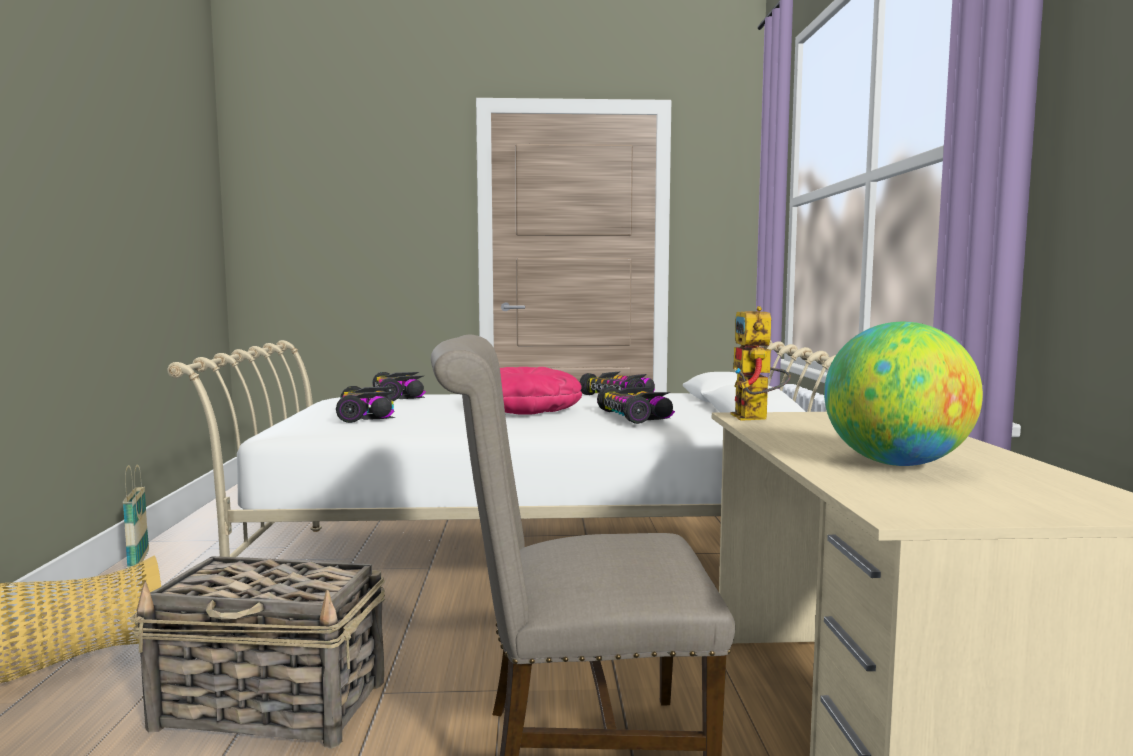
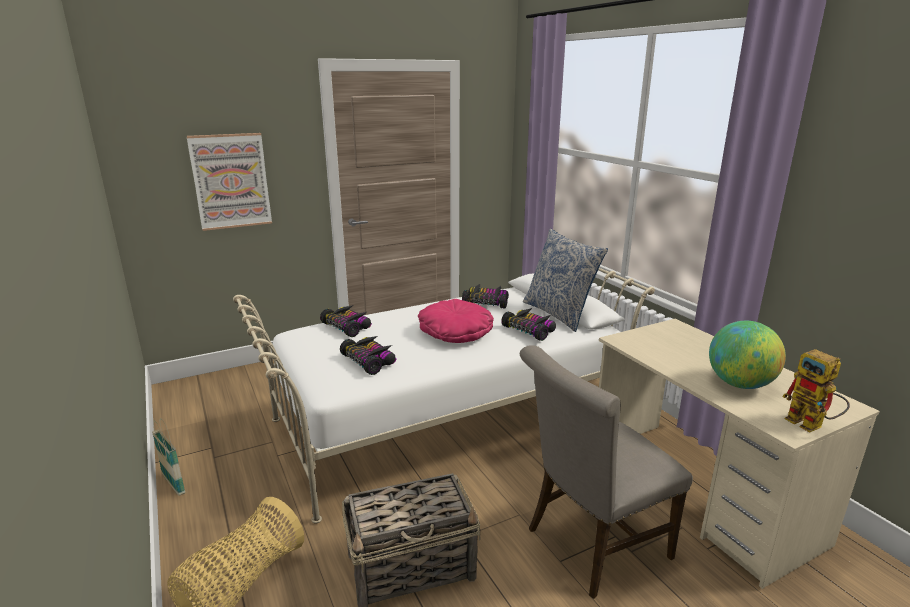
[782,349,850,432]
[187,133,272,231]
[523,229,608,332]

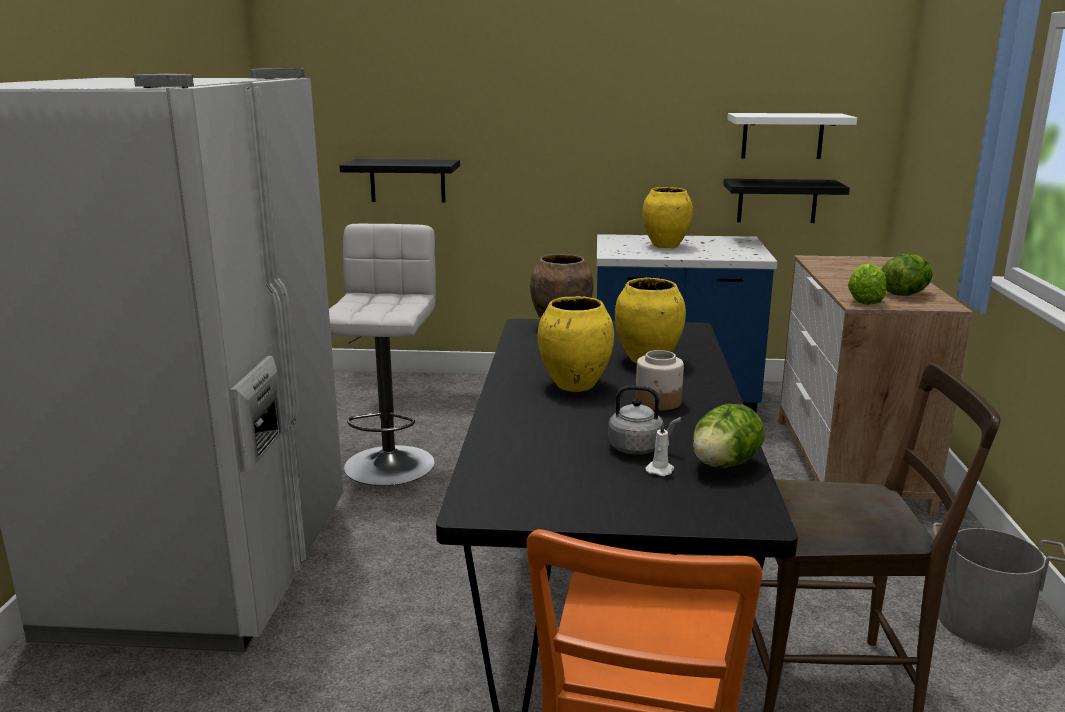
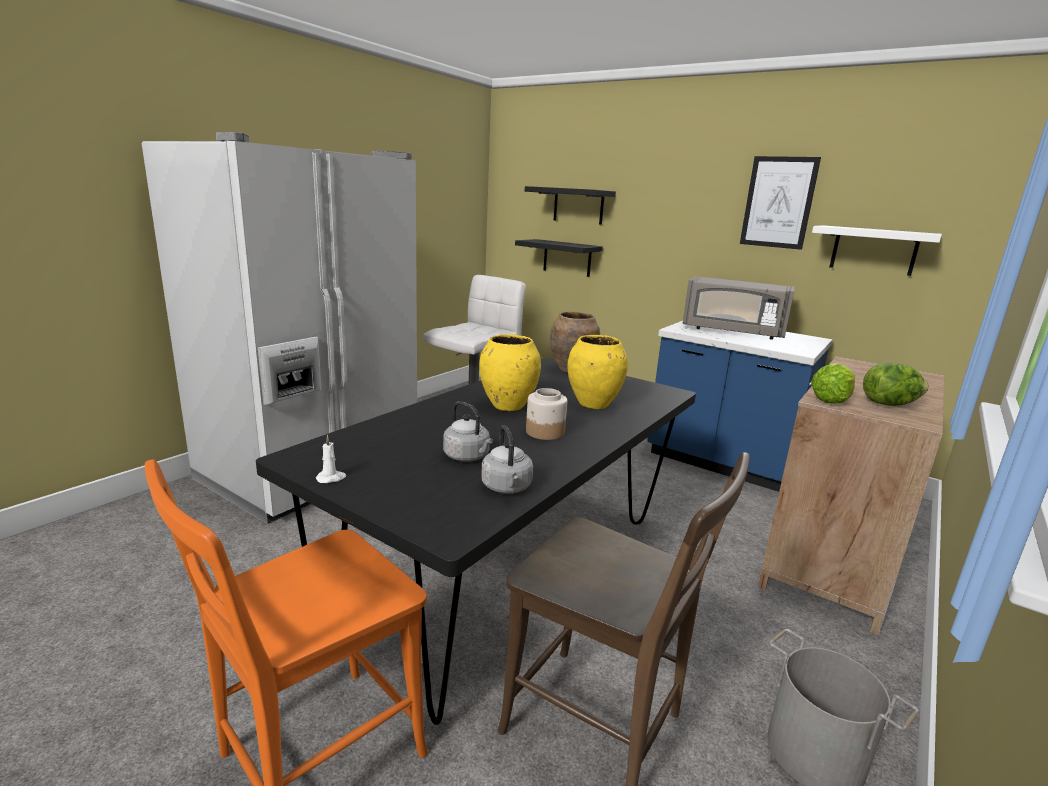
[683,276,795,340]
[316,435,346,483]
[481,425,533,494]
[525,186,616,225]
[740,156,821,250]

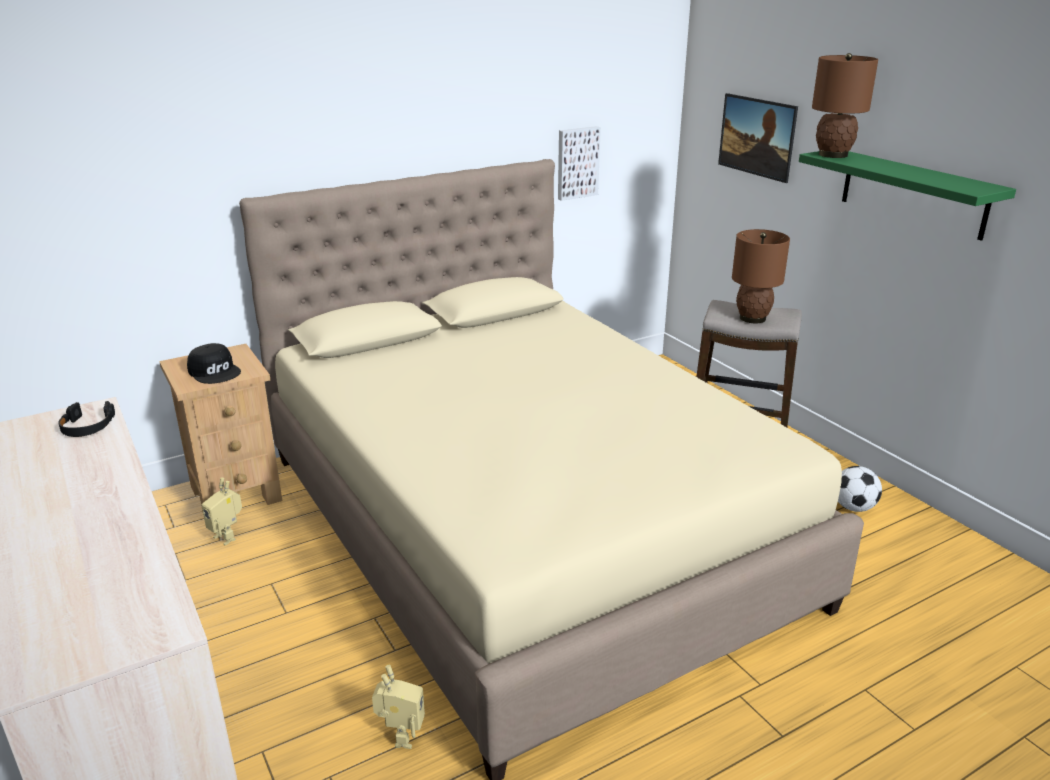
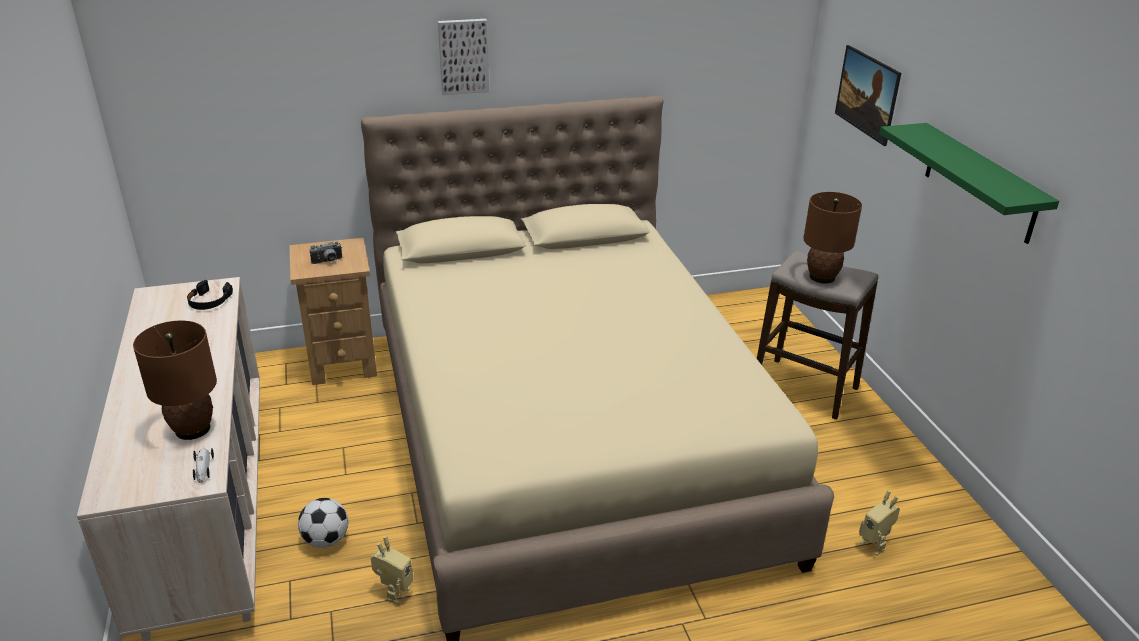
[310,241,342,264]
[859,490,900,556]
[438,19,489,95]
[133,321,217,440]
[298,498,348,548]
[193,448,214,483]

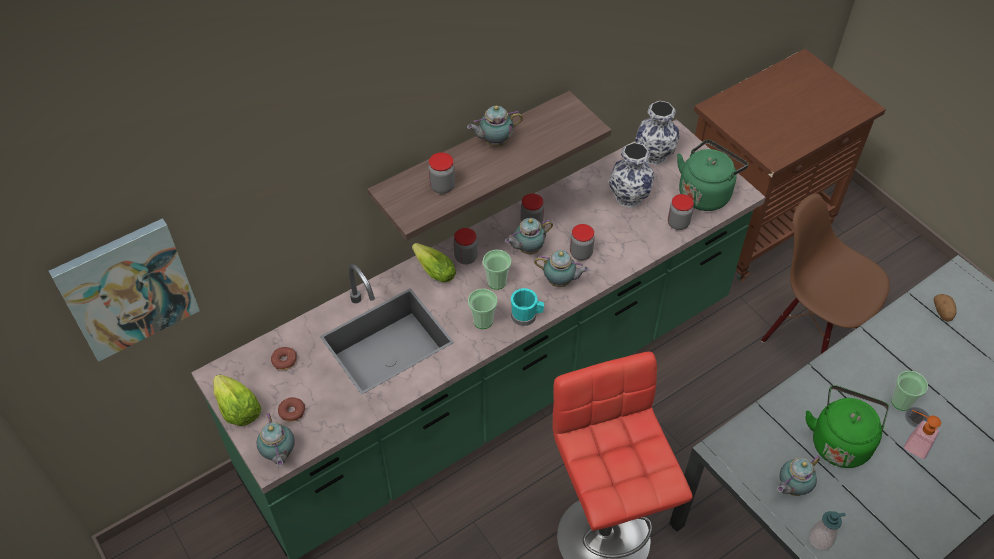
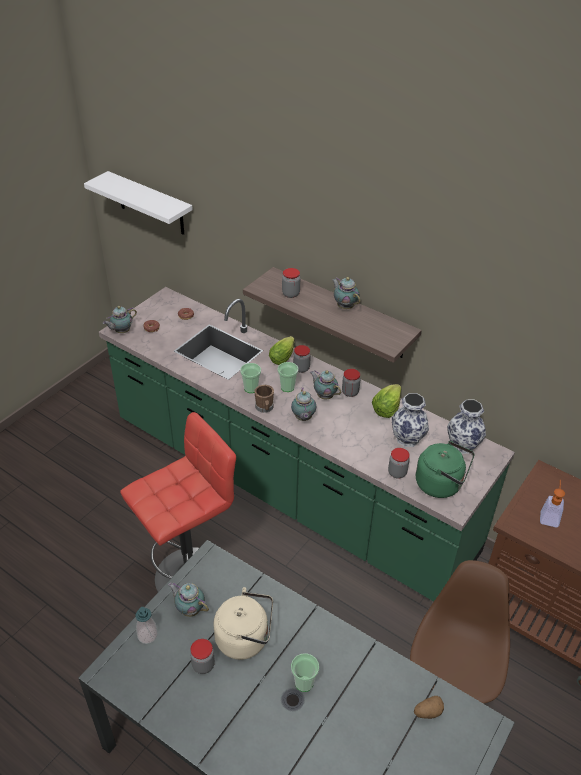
[84,171,193,235]
[372,384,402,418]
[255,385,274,413]
[190,639,215,674]
[213,587,273,660]
[540,480,565,527]

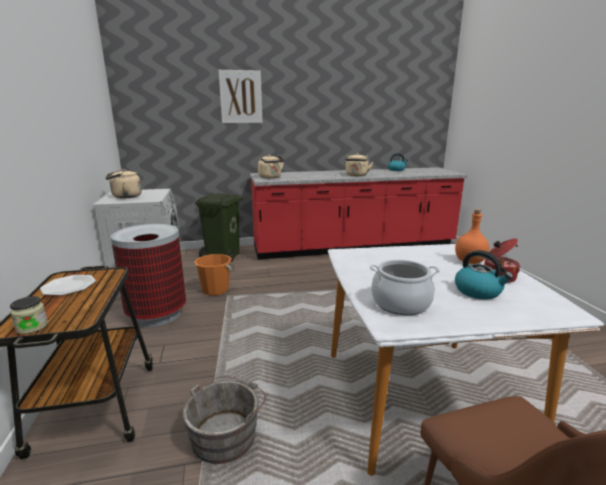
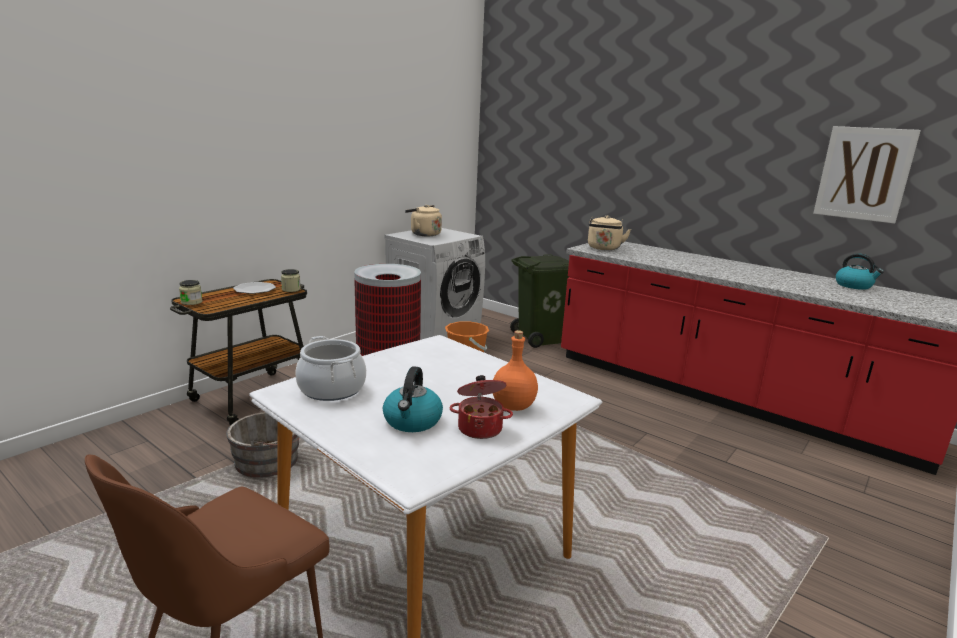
[813,126,921,224]
[345,153,373,176] (first image)
[281,269,301,292]

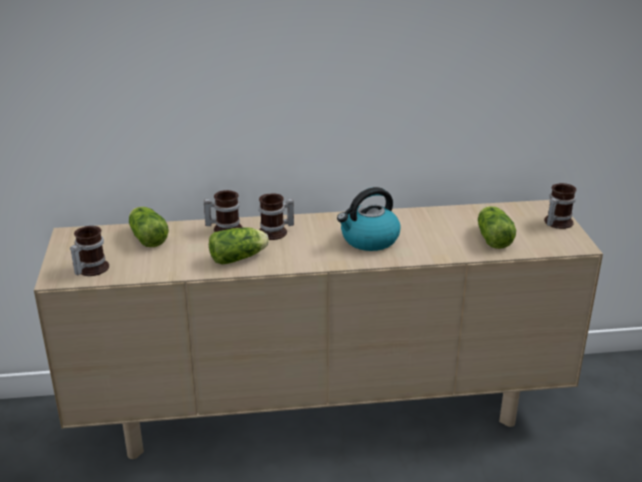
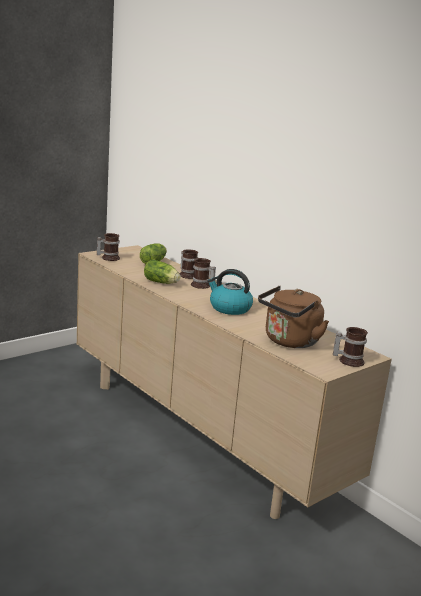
[258,286,329,348]

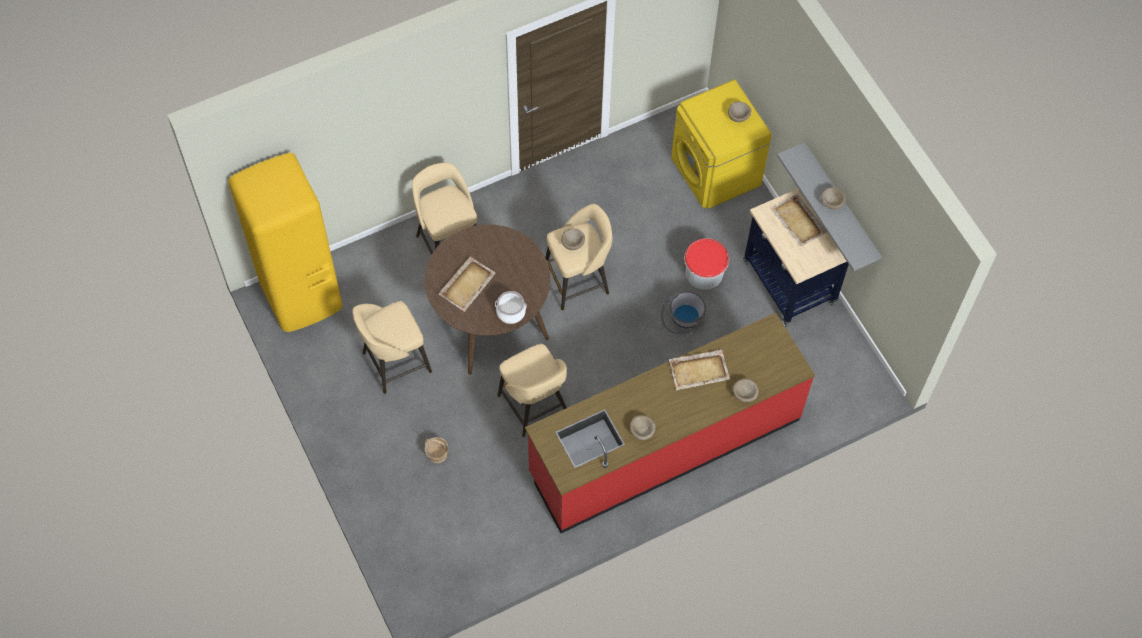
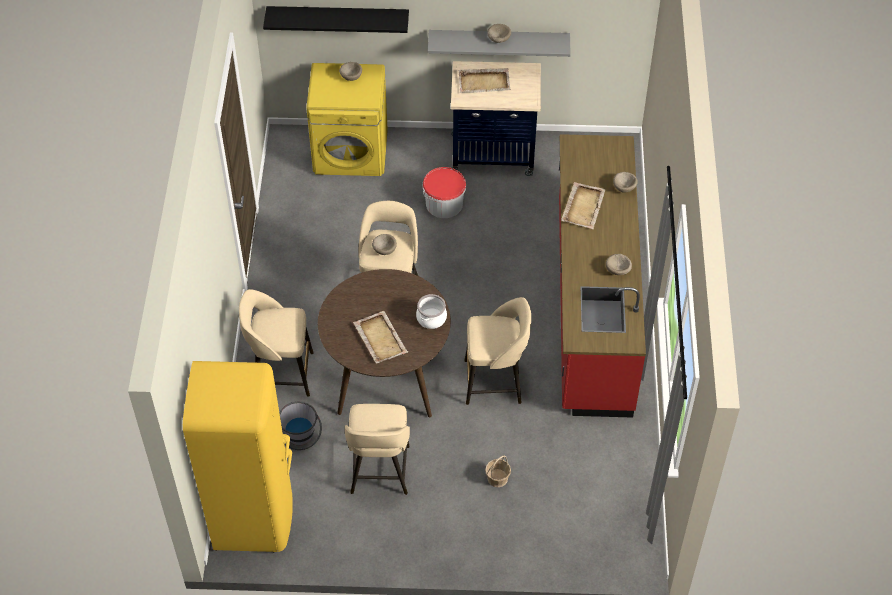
[279,401,322,450]
[263,6,409,33]

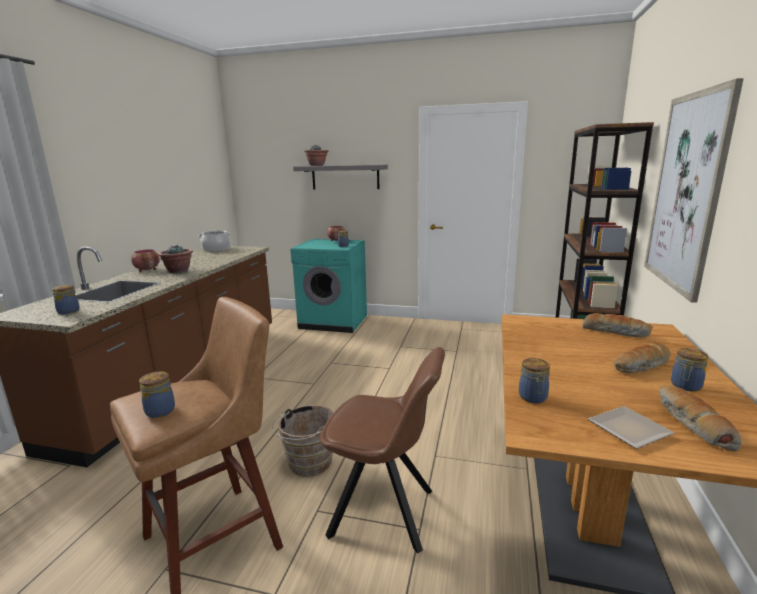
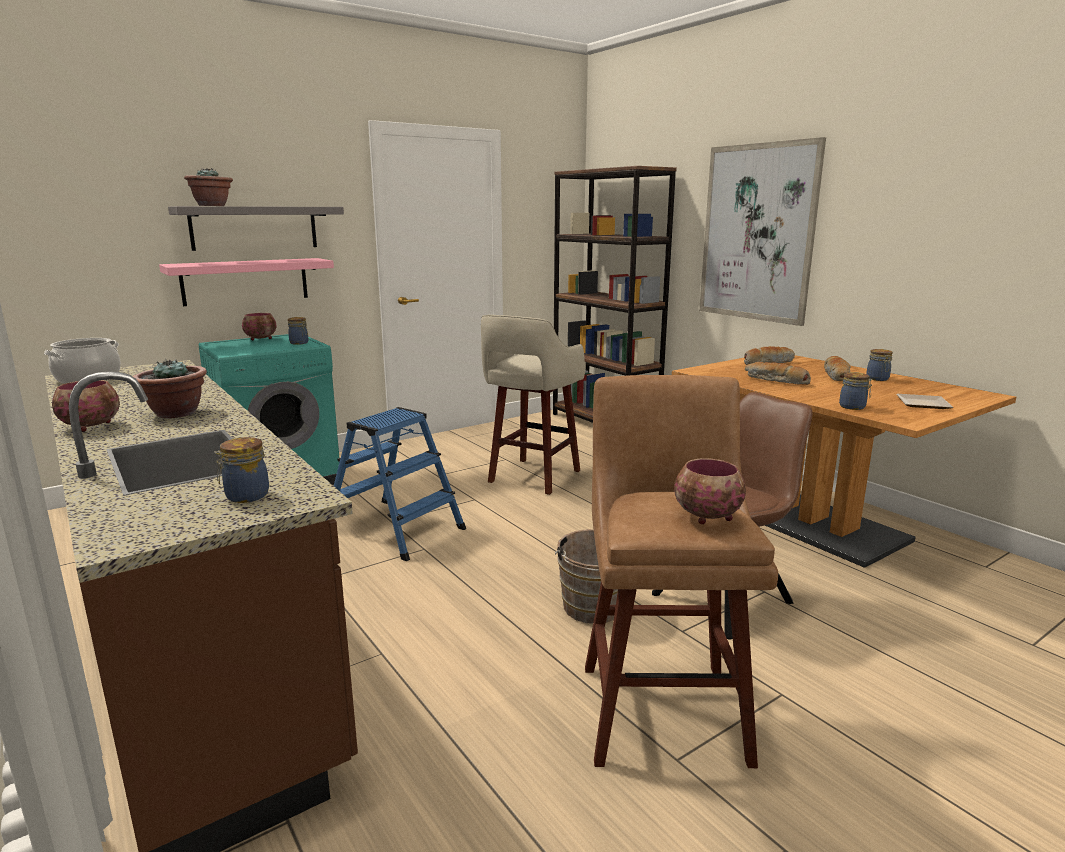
[674,458,746,524]
[745,362,811,385]
[159,258,334,306]
[334,407,466,561]
[481,315,586,495]

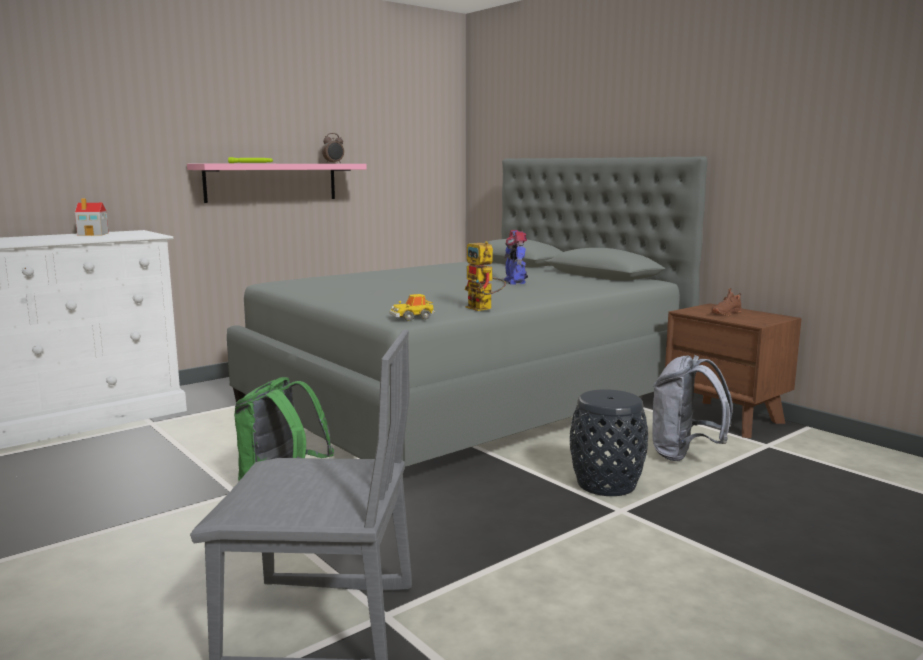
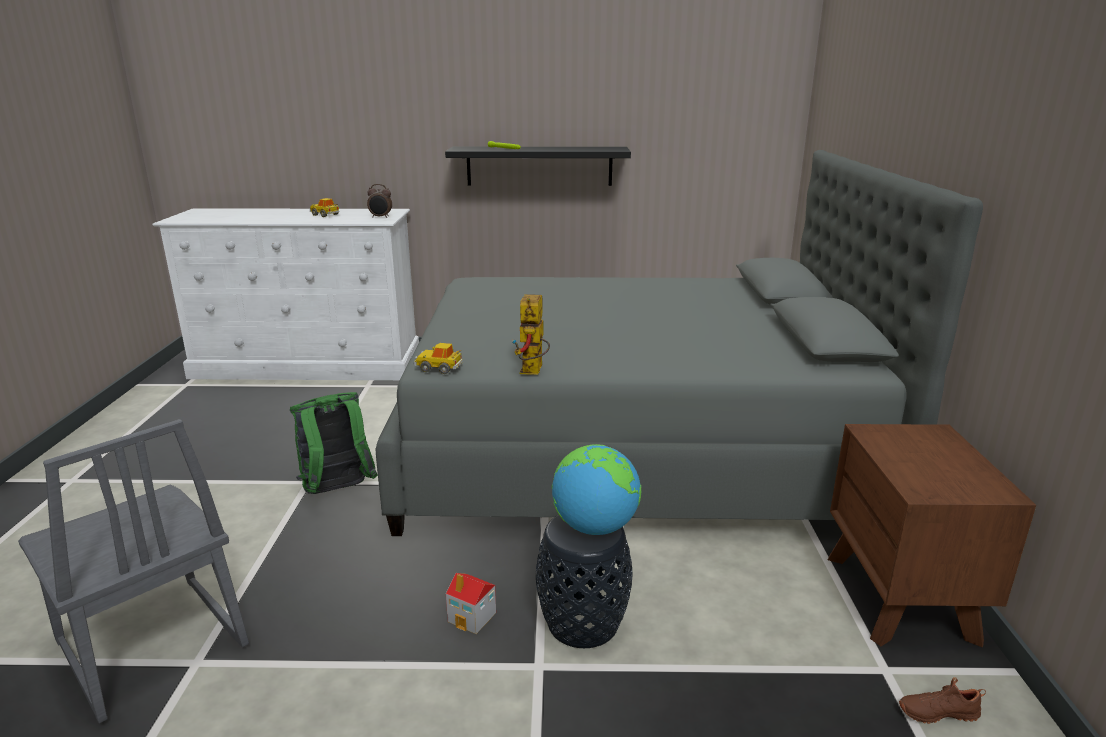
[446,573,496,634]
[445,147,631,186]
[367,184,392,218]
[504,230,528,285] (first image)
[652,355,733,461] (first image)
[899,677,986,724]
[310,198,339,217]
[552,444,641,535]

